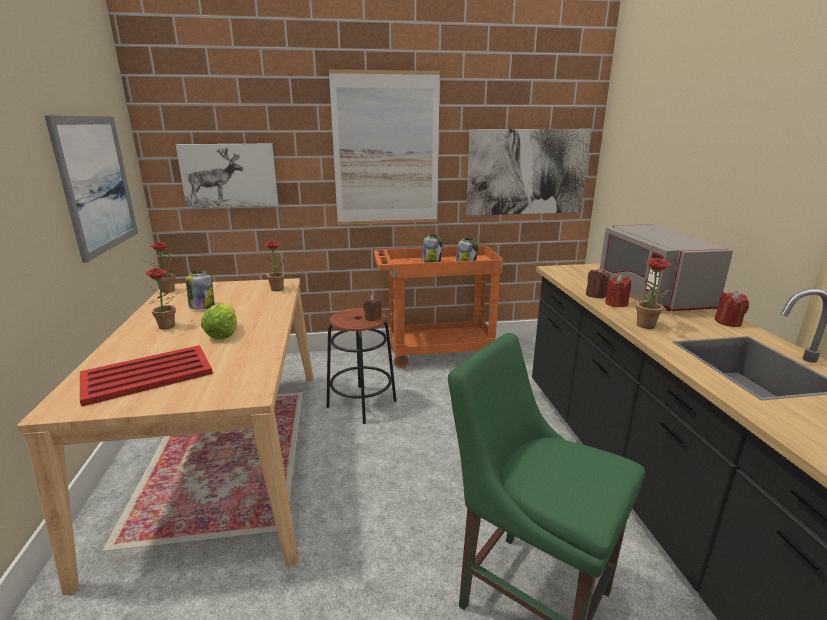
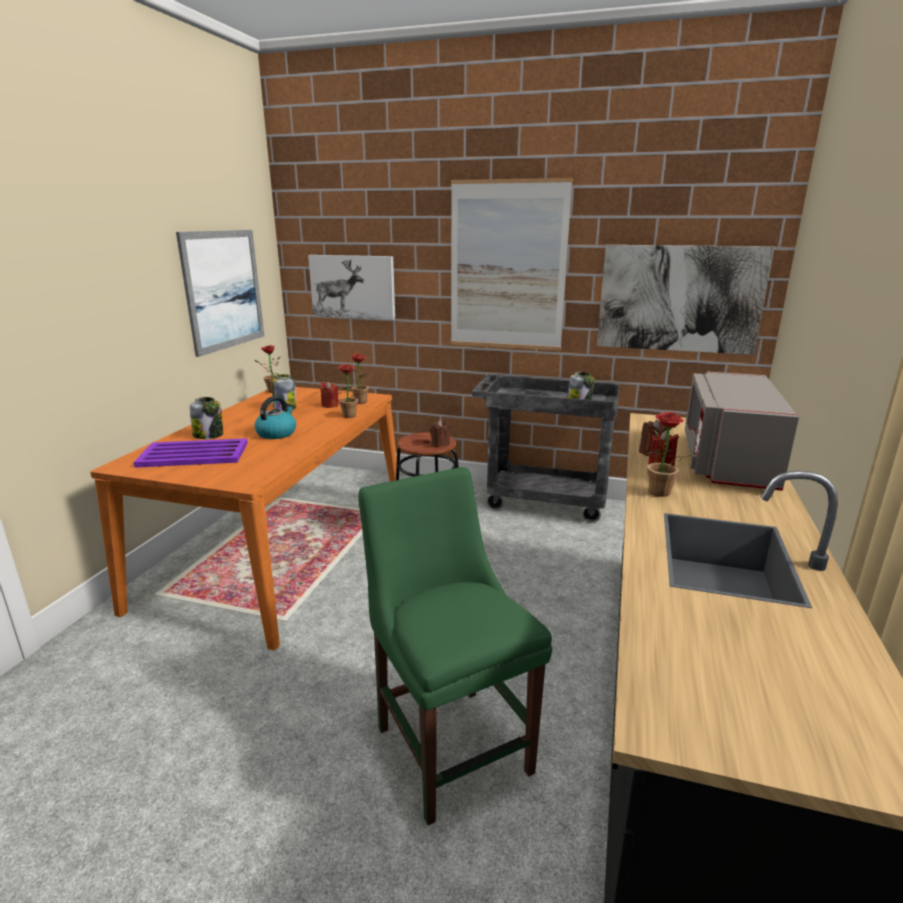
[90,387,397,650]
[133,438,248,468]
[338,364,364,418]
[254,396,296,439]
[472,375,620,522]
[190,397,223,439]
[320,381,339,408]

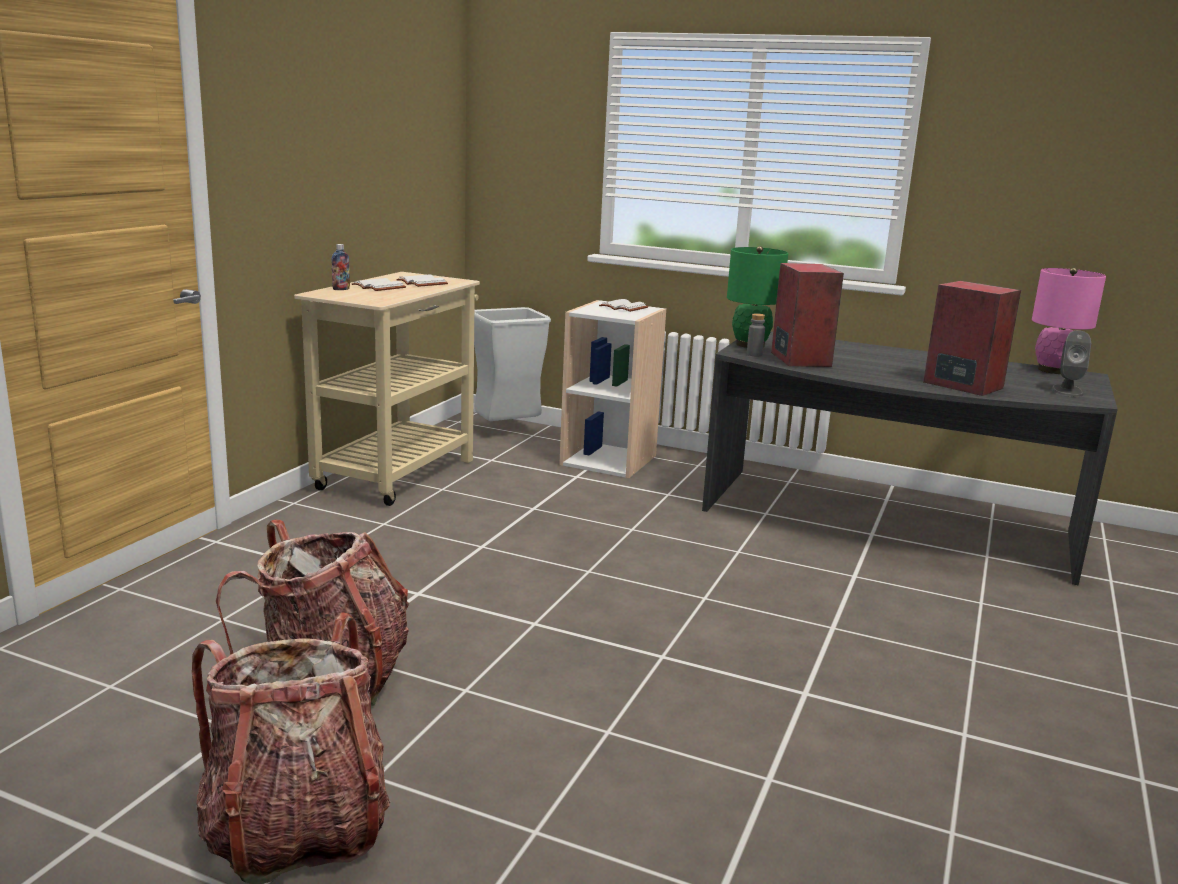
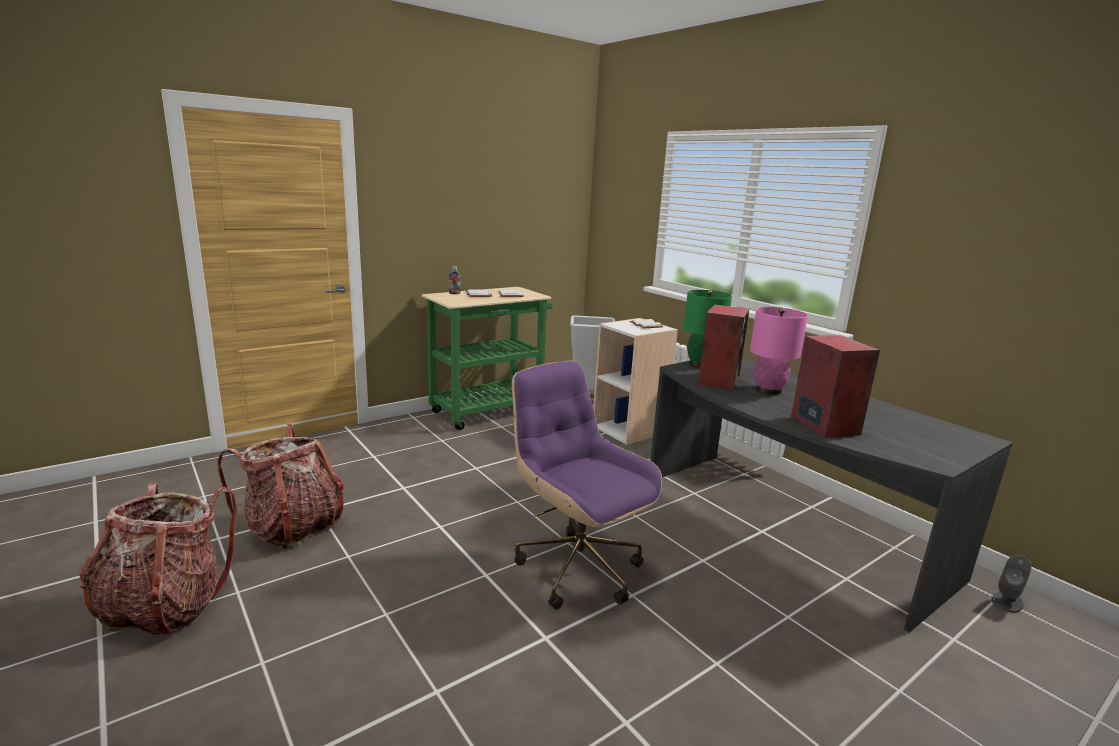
[422,287,553,430]
[747,313,765,357] (first image)
[750,307,808,395]
[992,555,1032,613]
[512,361,662,609]

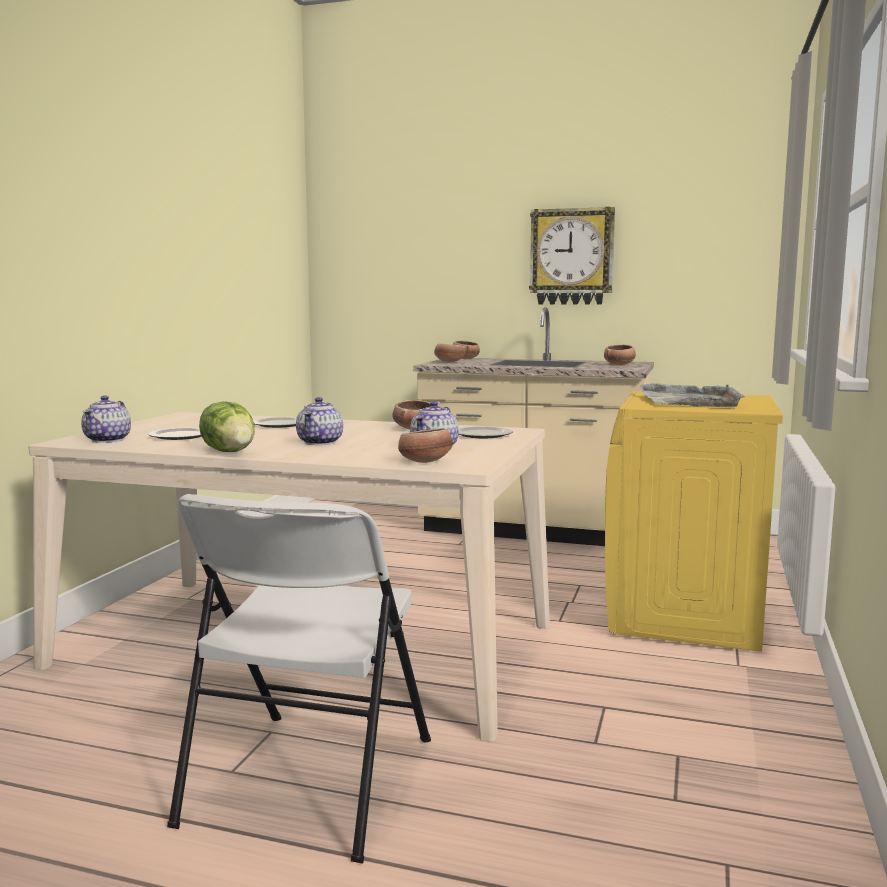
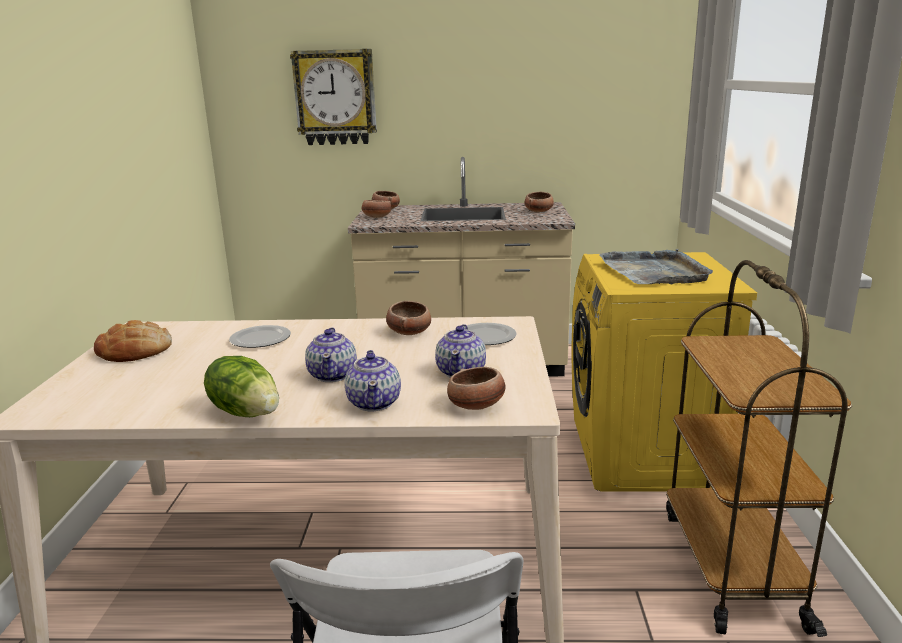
[345,350,401,411]
[148,427,202,440] (first image)
[290,49,377,145]
[94,320,172,362]
[666,260,852,637]

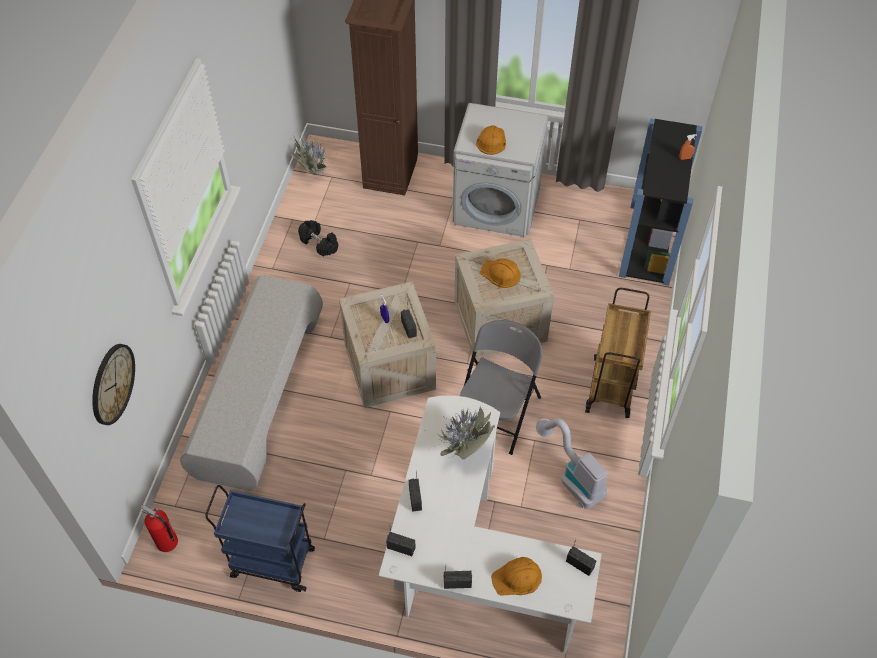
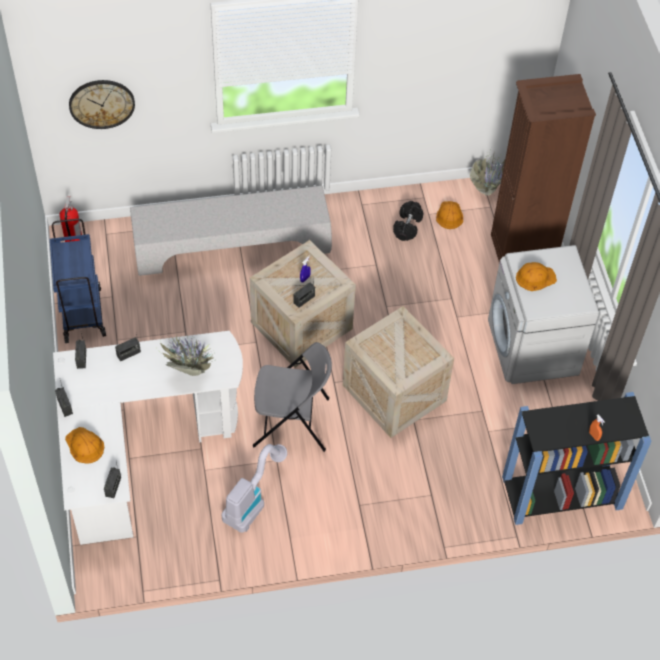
[436,201,463,229]
[585,288,651,418] (first image)

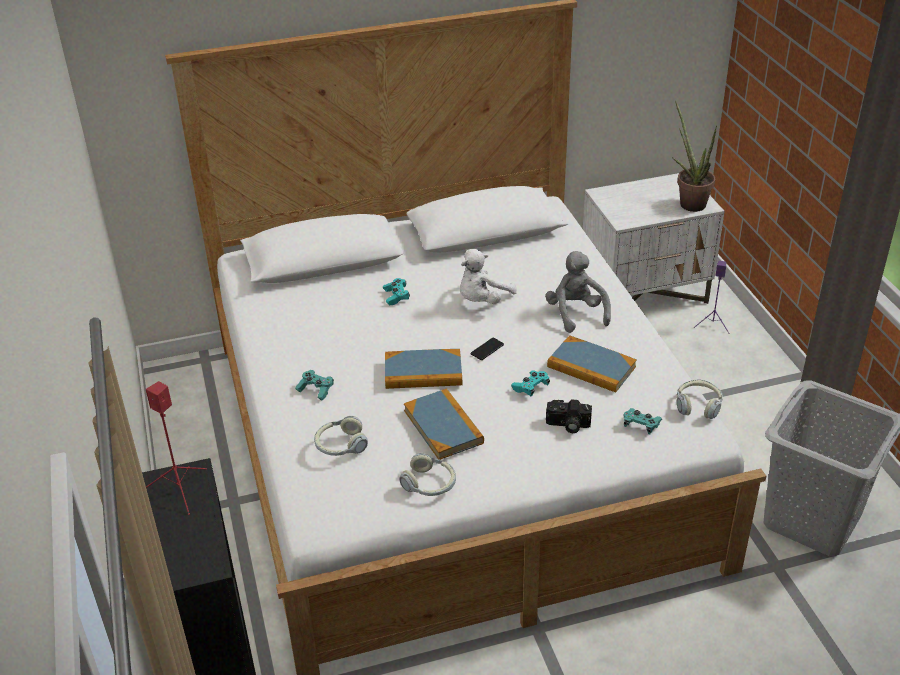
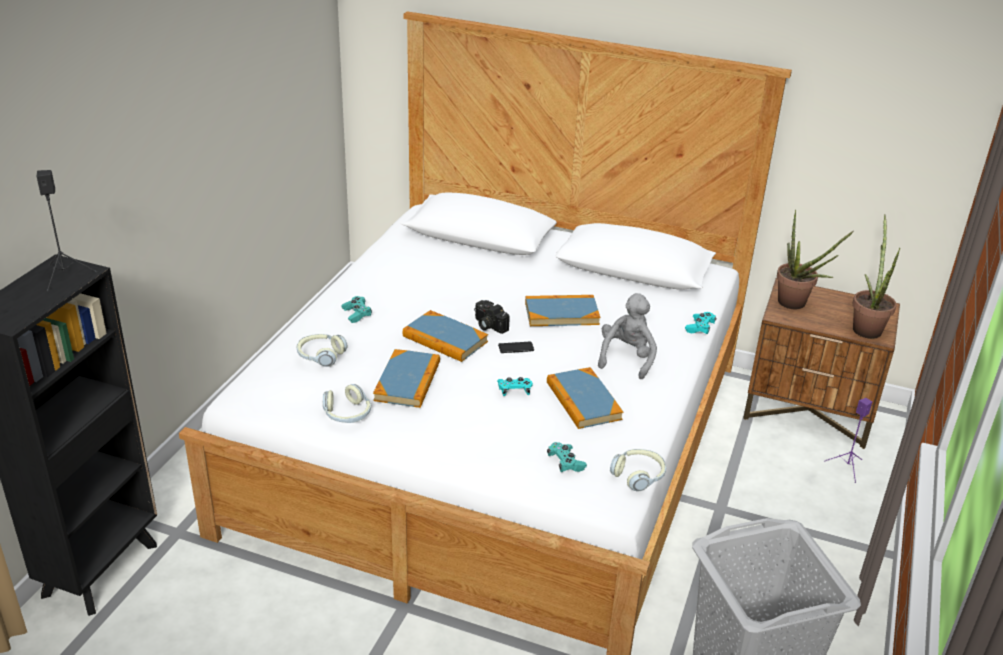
[37,170,98,291]
[685,312,717,334]
[525,295,600,326]
[474,300,510,334]
[743,278,900,449]
[777,210,854,309]

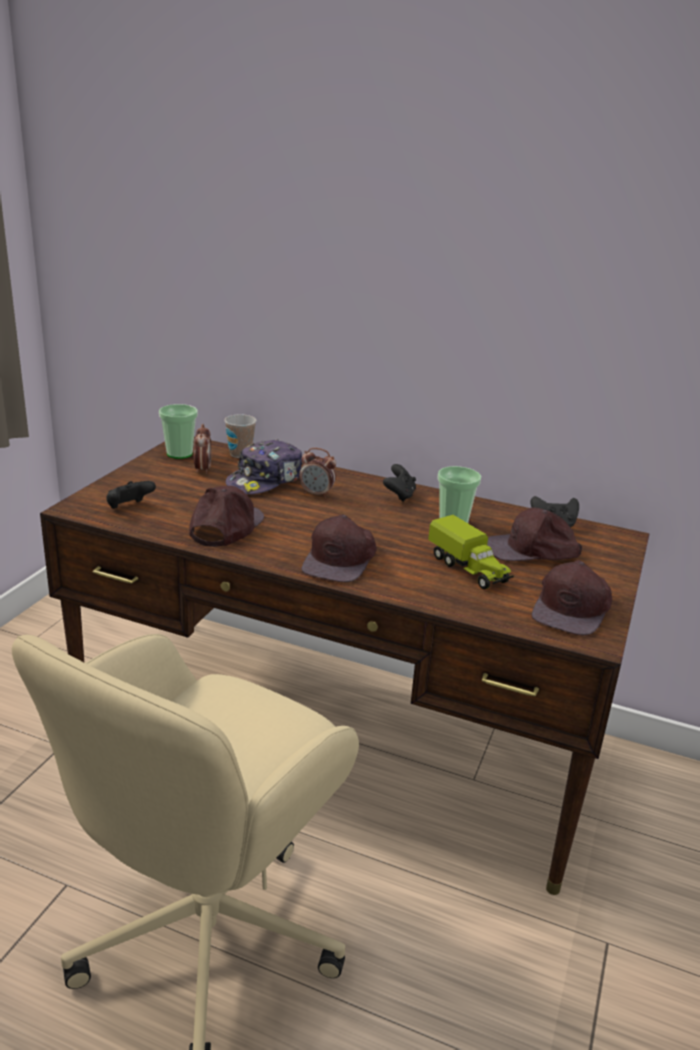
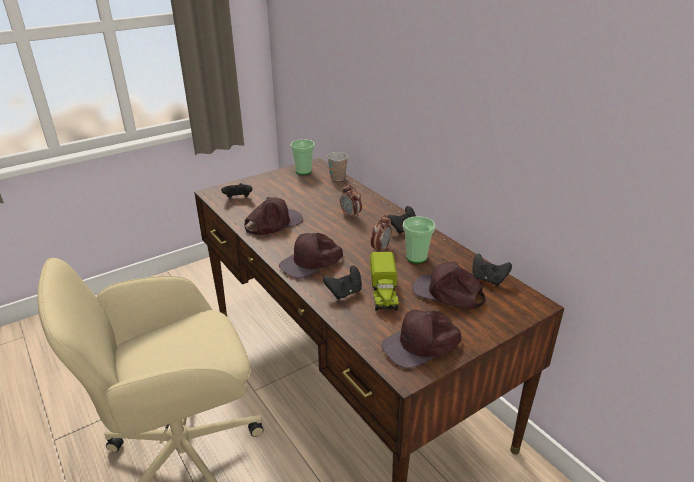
[371,215,392,252]
[226,439,303,494] (first image)
[323,266,362,299]

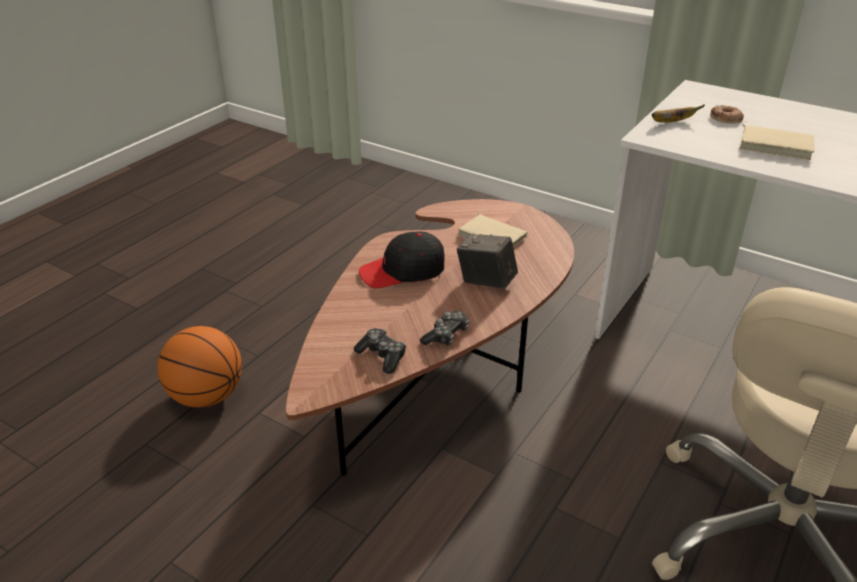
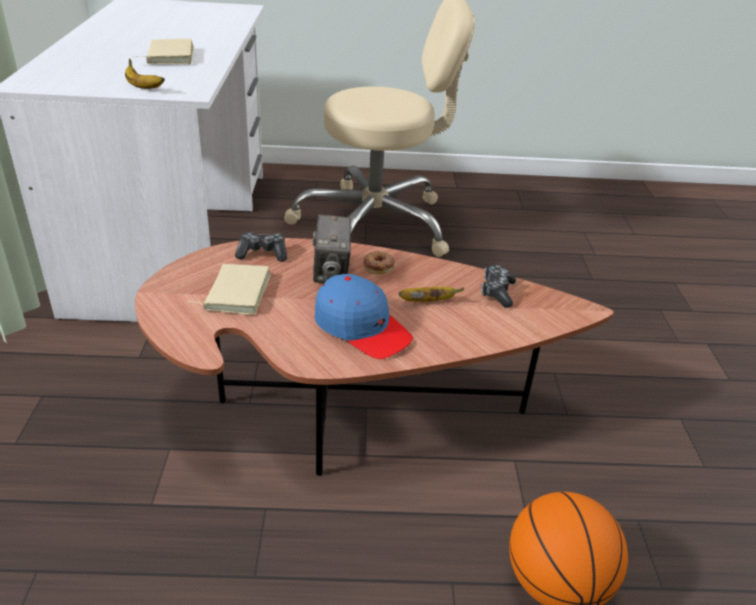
[315,274,413,359]
[235,232,287,261]
[363,251,395,274]
[399,287,464,302]

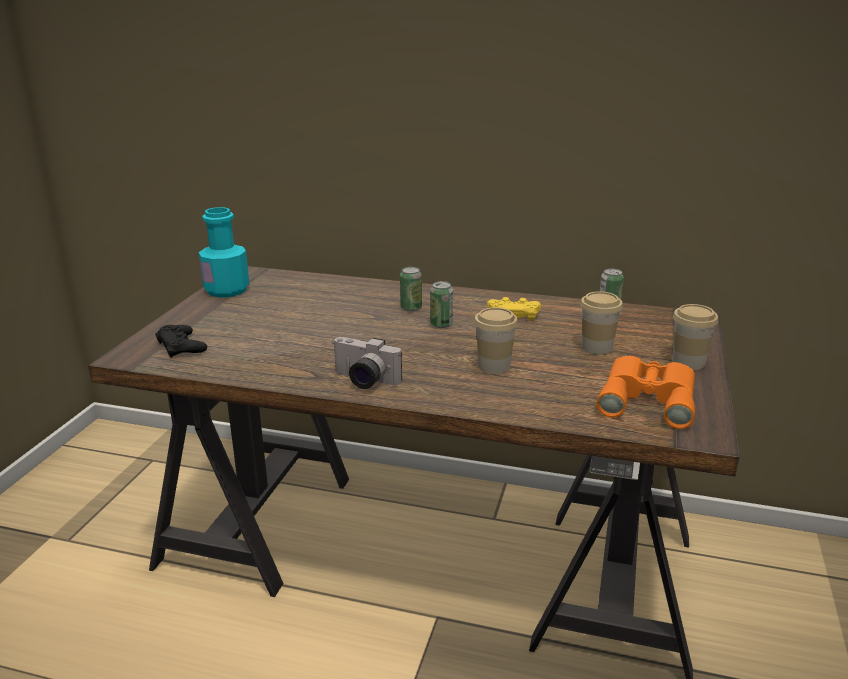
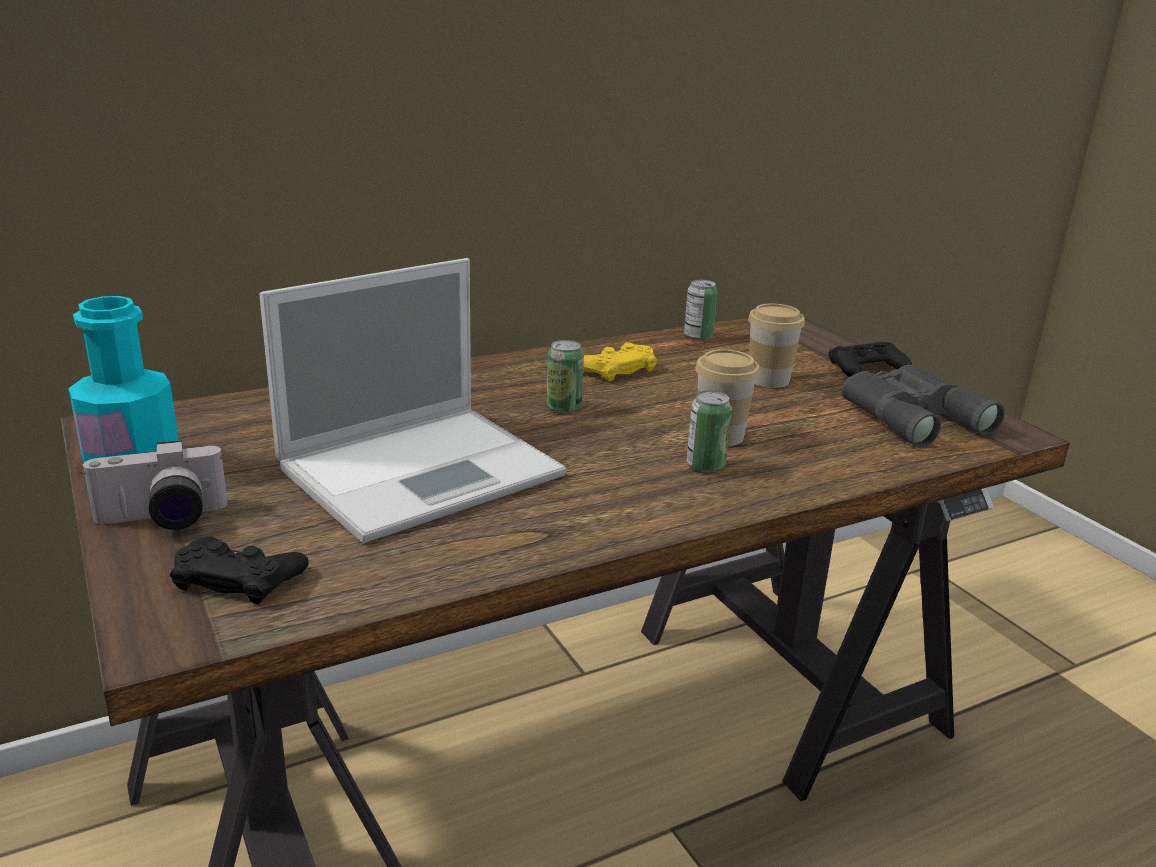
[81,440,228,530]
[686,391,732,472]
[841,365,1005,448]
[829,342,912,377]
[259,258,566,543]

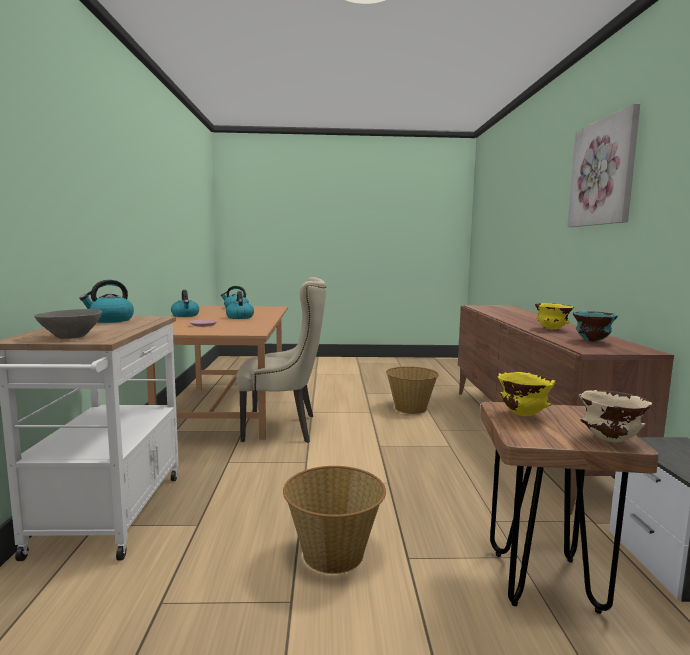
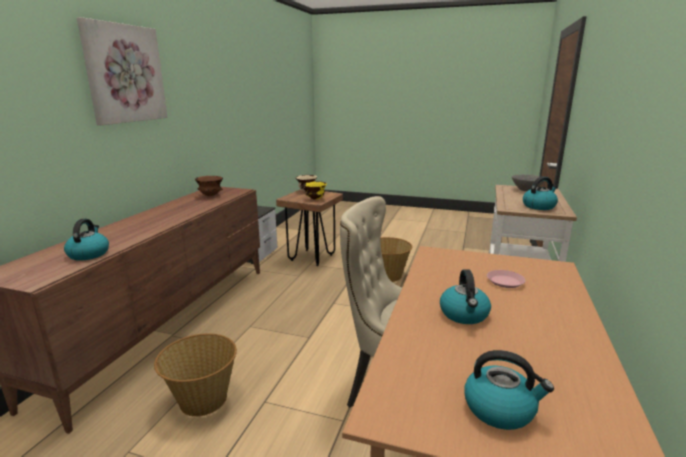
[64,219,109,261]
[535,303,574,330] (first image)
[195,176,223,196]

